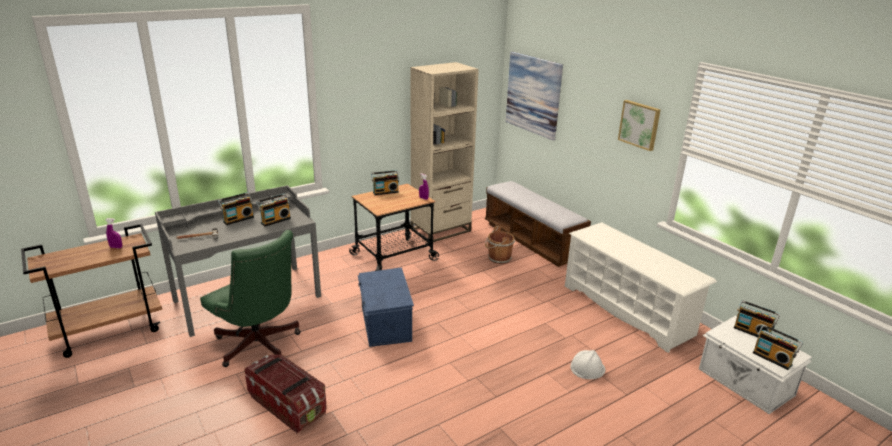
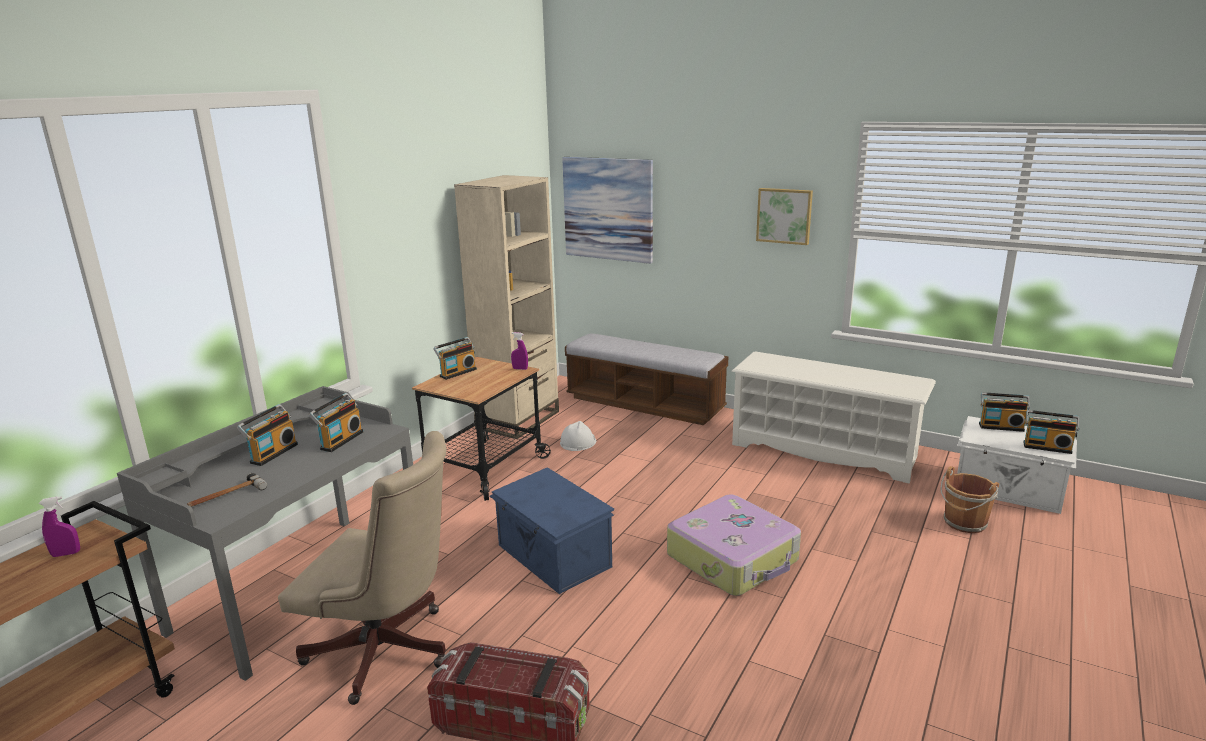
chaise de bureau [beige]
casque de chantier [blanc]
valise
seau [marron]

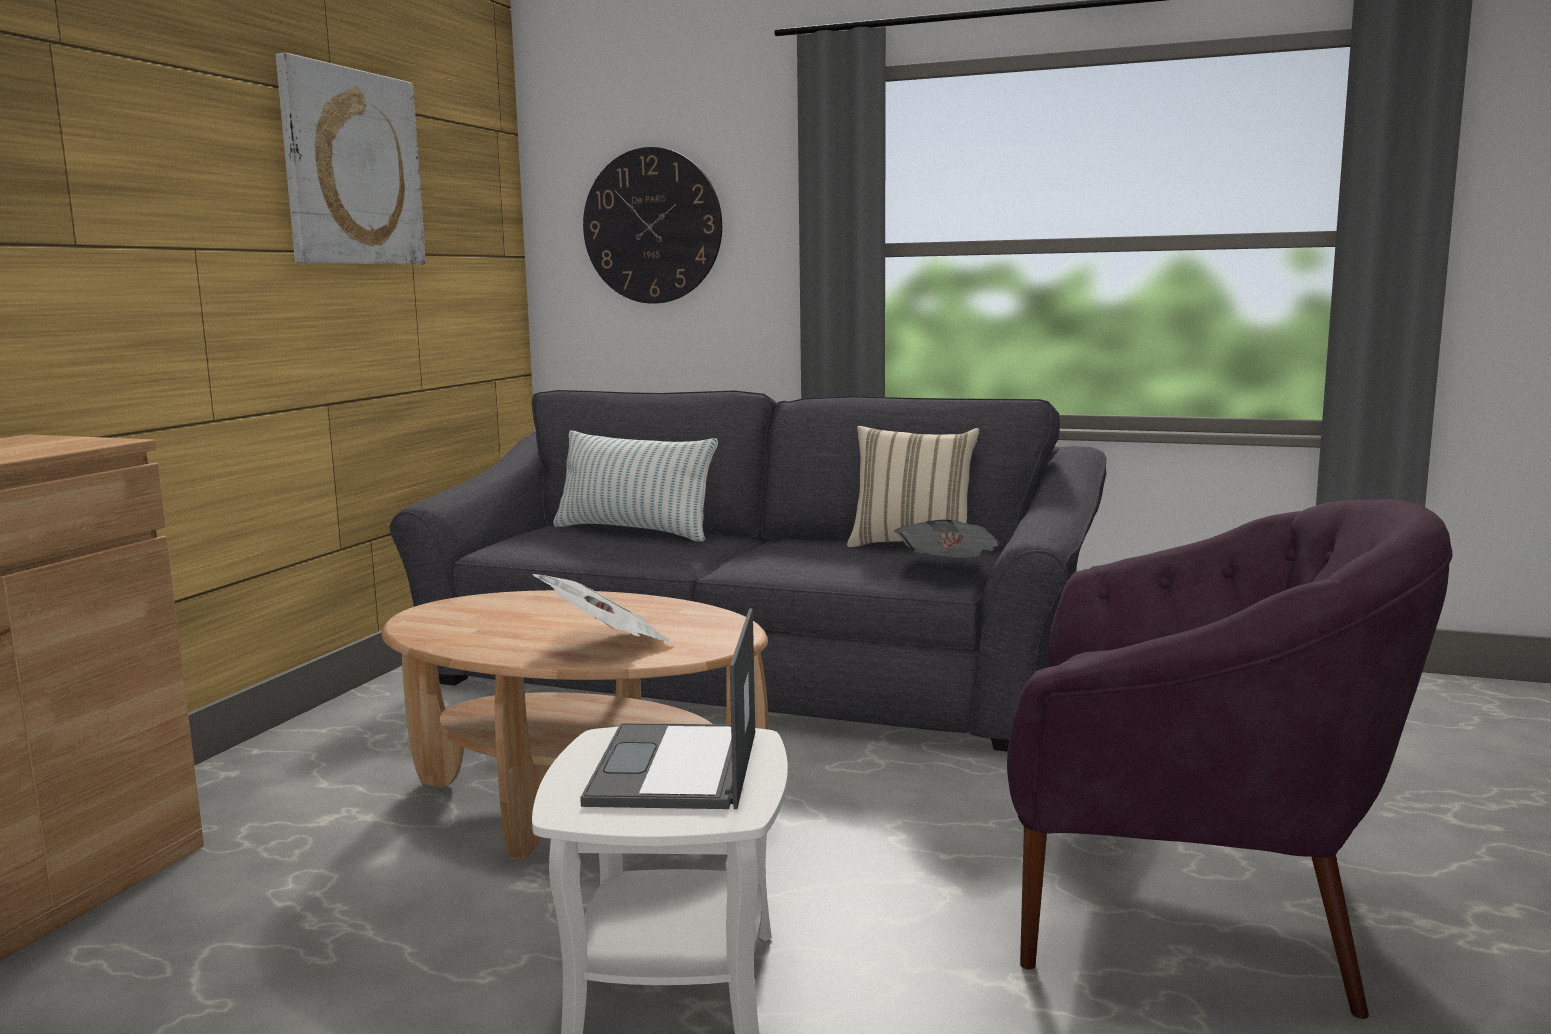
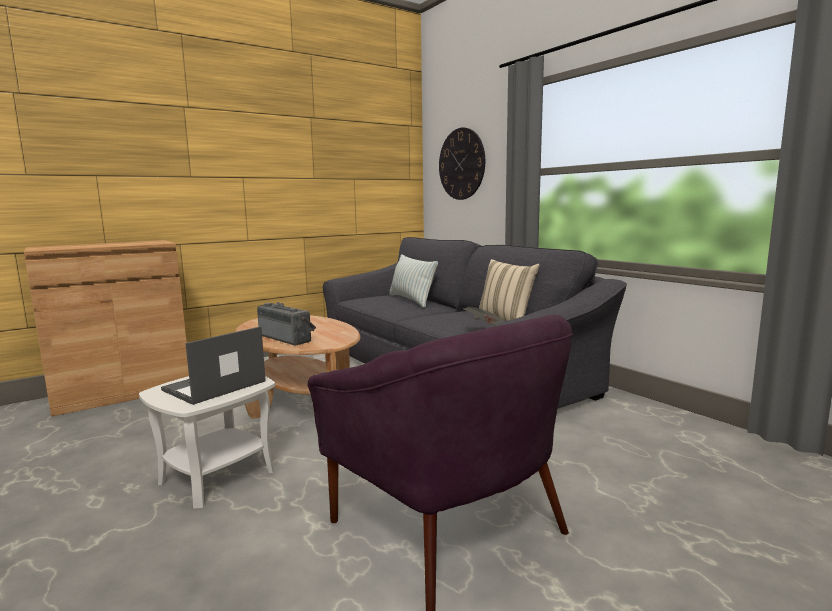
radio
tableau

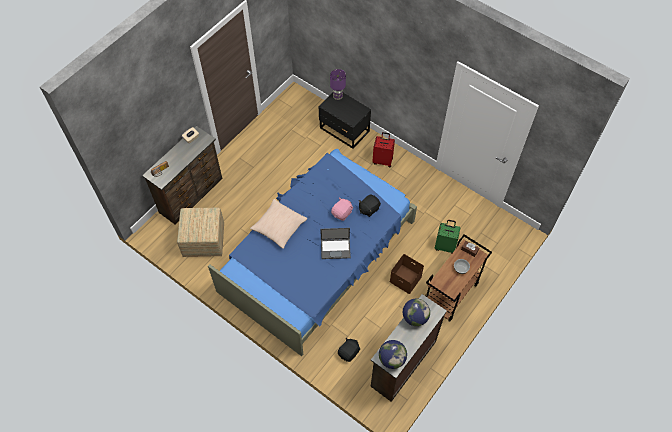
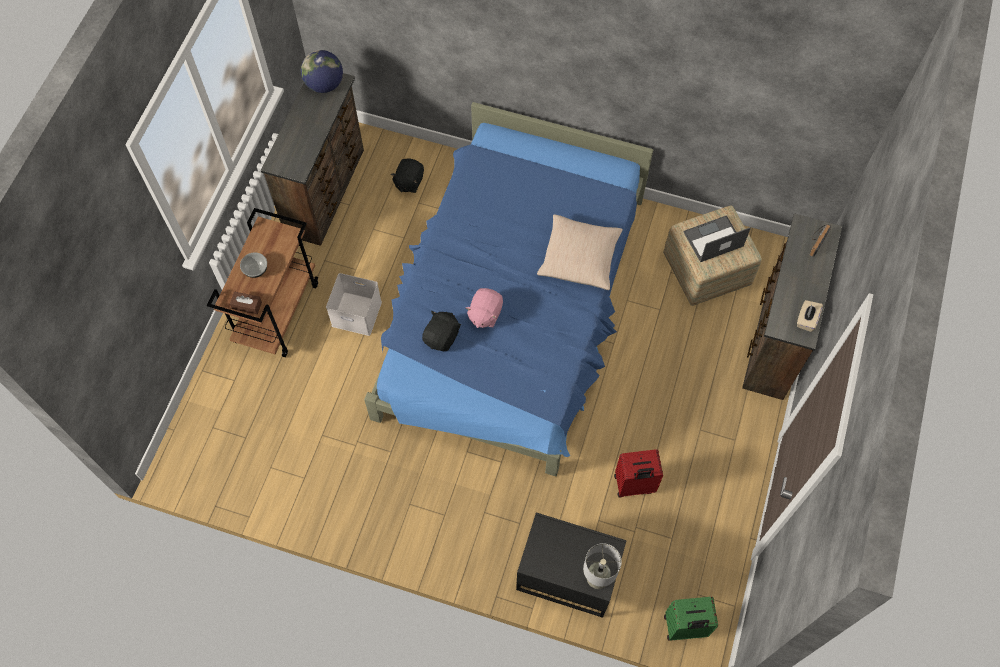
boîte de rangement [blanc]
lampe de table [gris]
valise [rouge]
valise [vert]
ordinateur portable
globe (2nd from left in the first image)

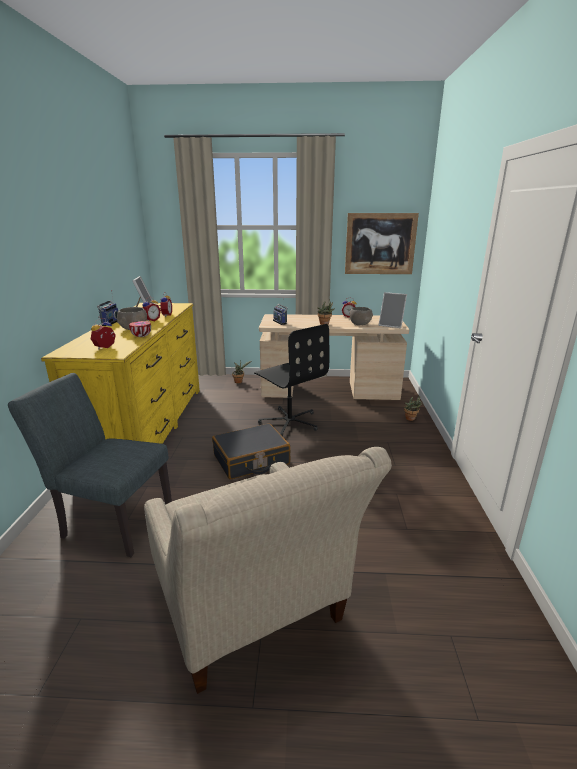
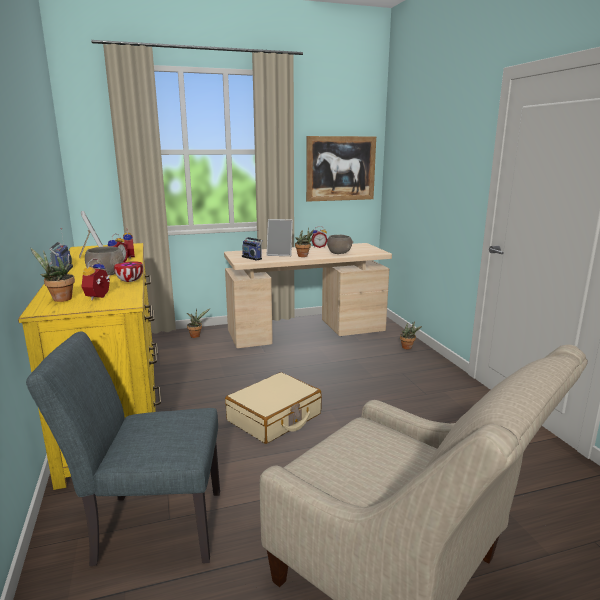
plante en pot (1st from left)
valise [beige]
cadre photo (2nd from left)
chaise de bureau [noir]

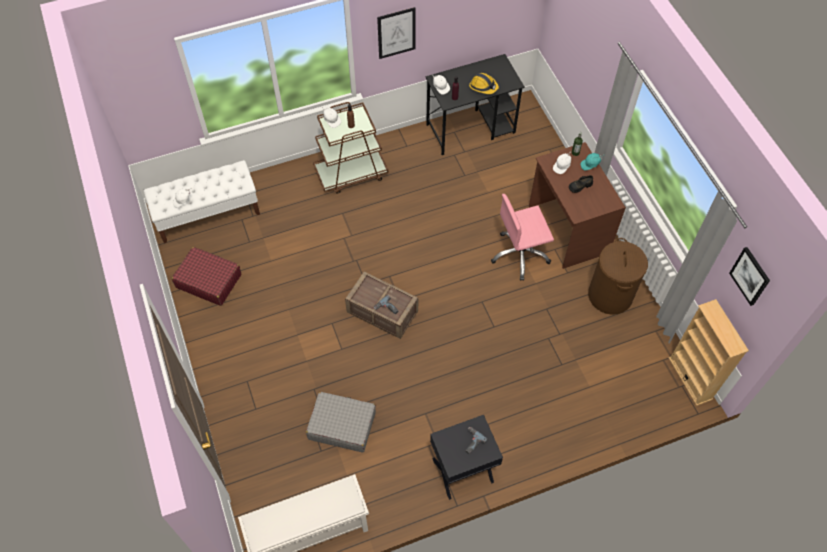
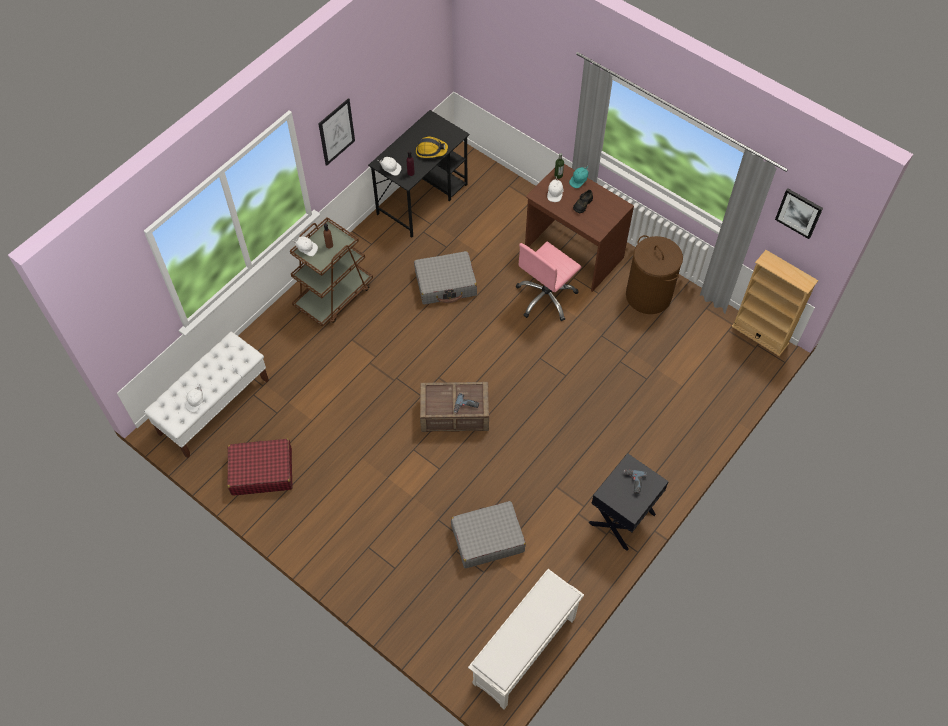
valise [gris] (1st from left)

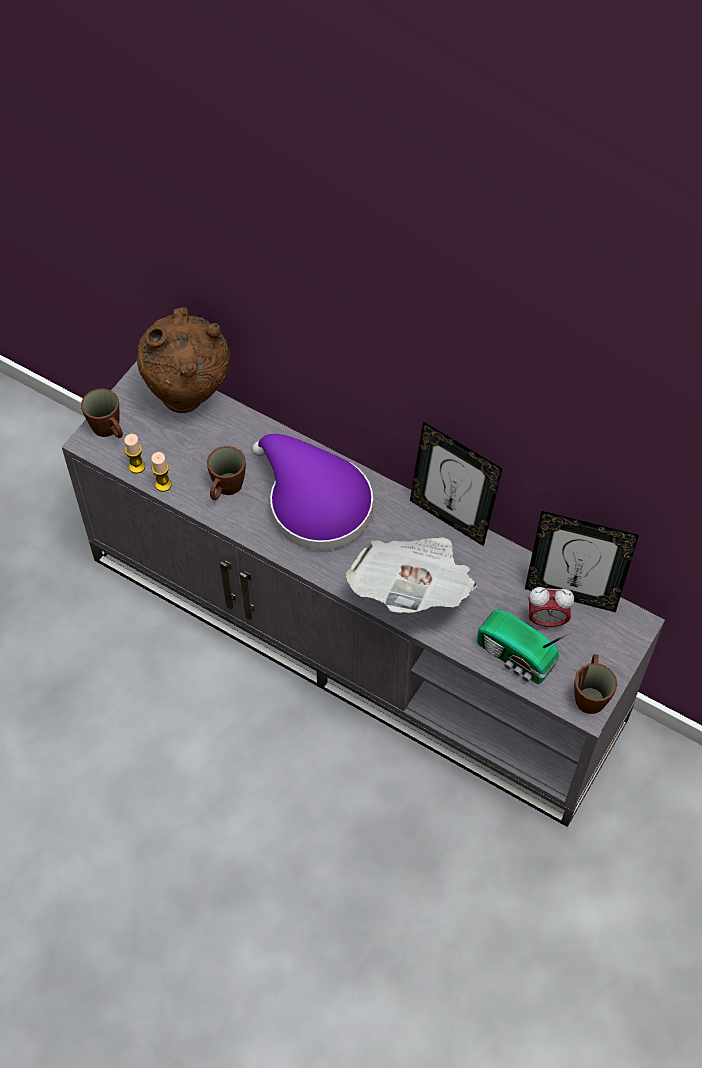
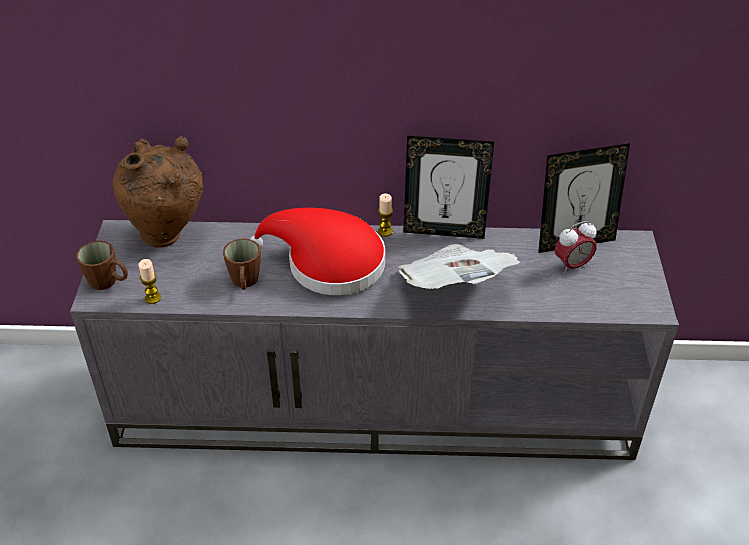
chapeau [rouge]
bougie (2nd from left)
radio
mug [marron] (3rd from left in the first image)

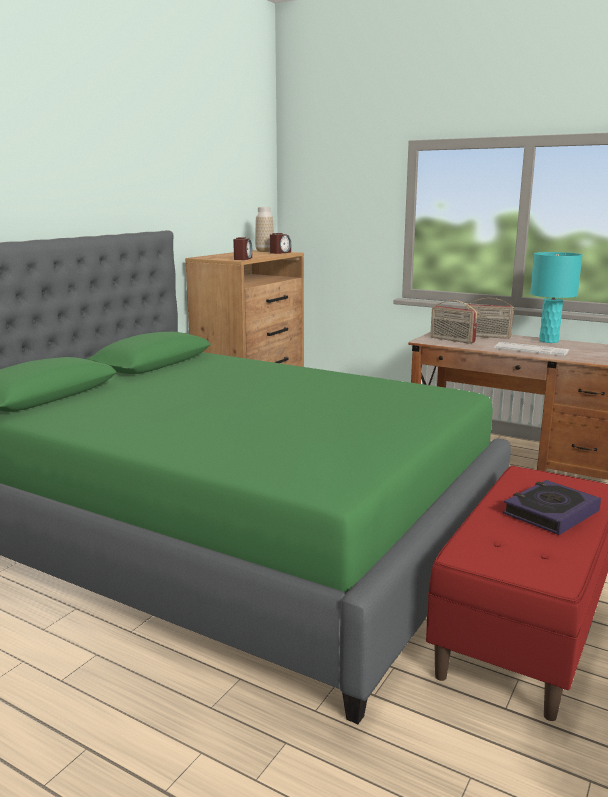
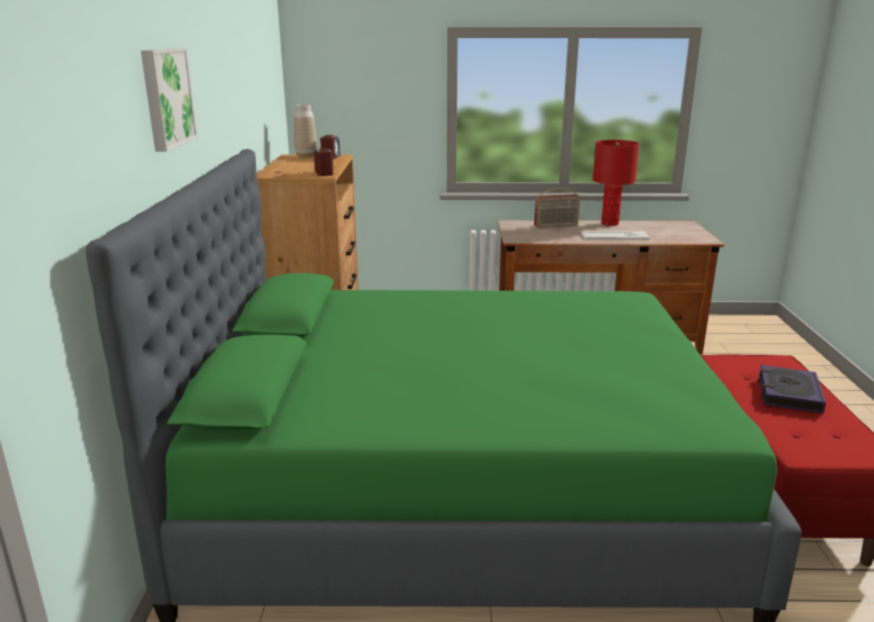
tableau
lampe de table [rouge]
radio (1st from left in the first image)

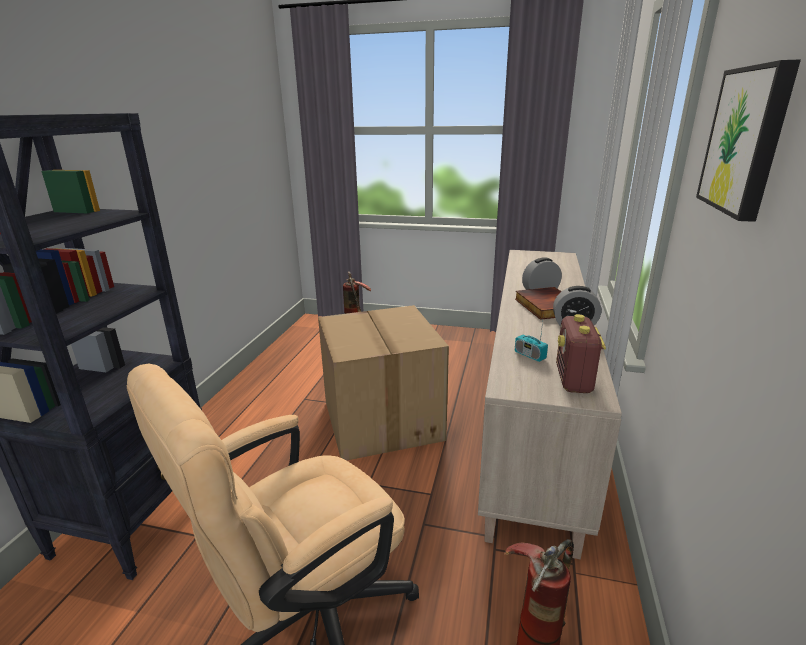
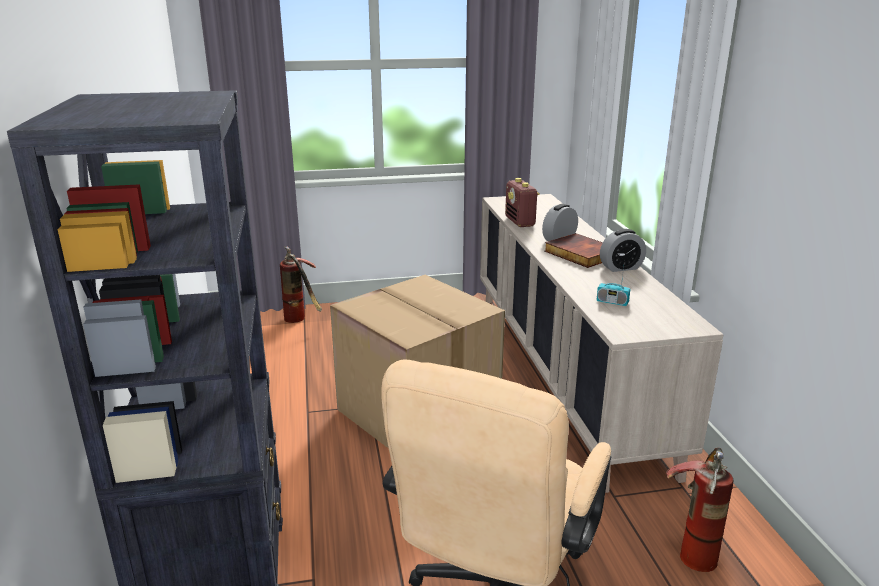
radio (1st from left)
tableau

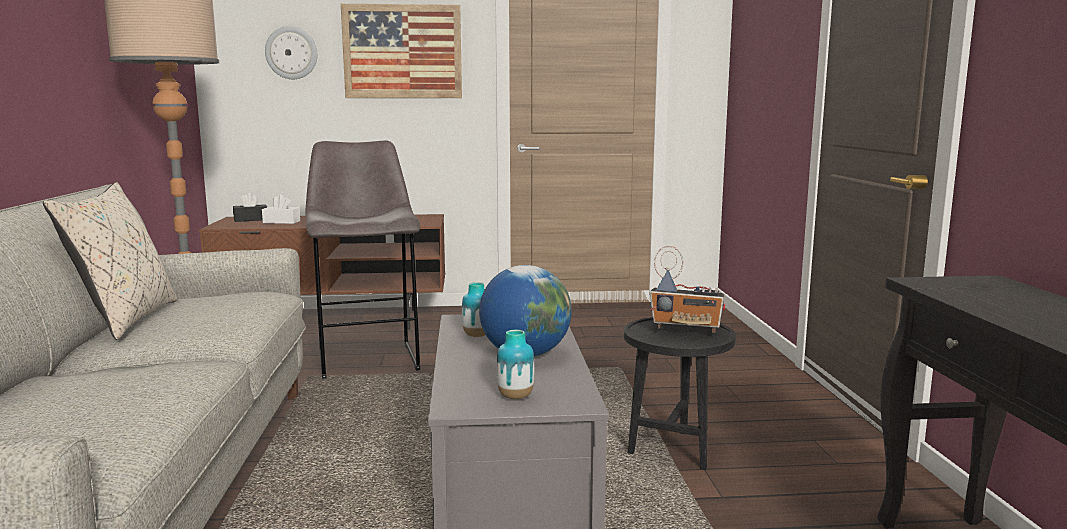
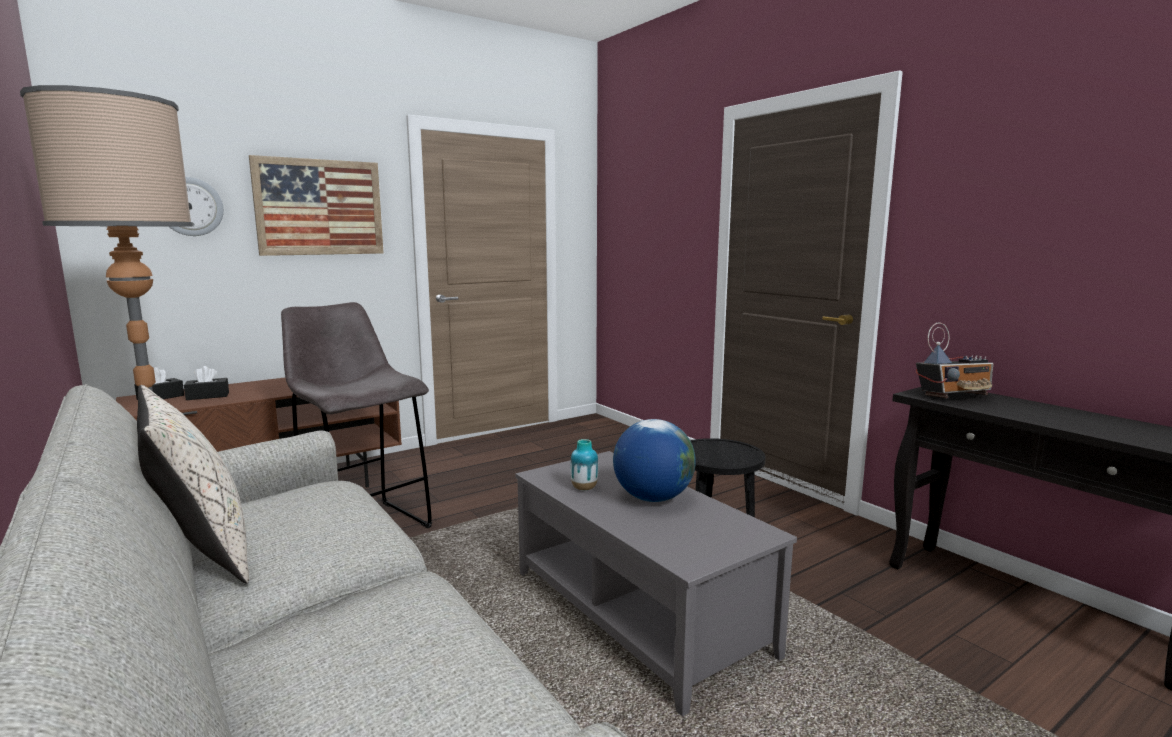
boîte à mouchoirs [noir] (2nd from left)
radio
vase (2nd from left in the first image)

